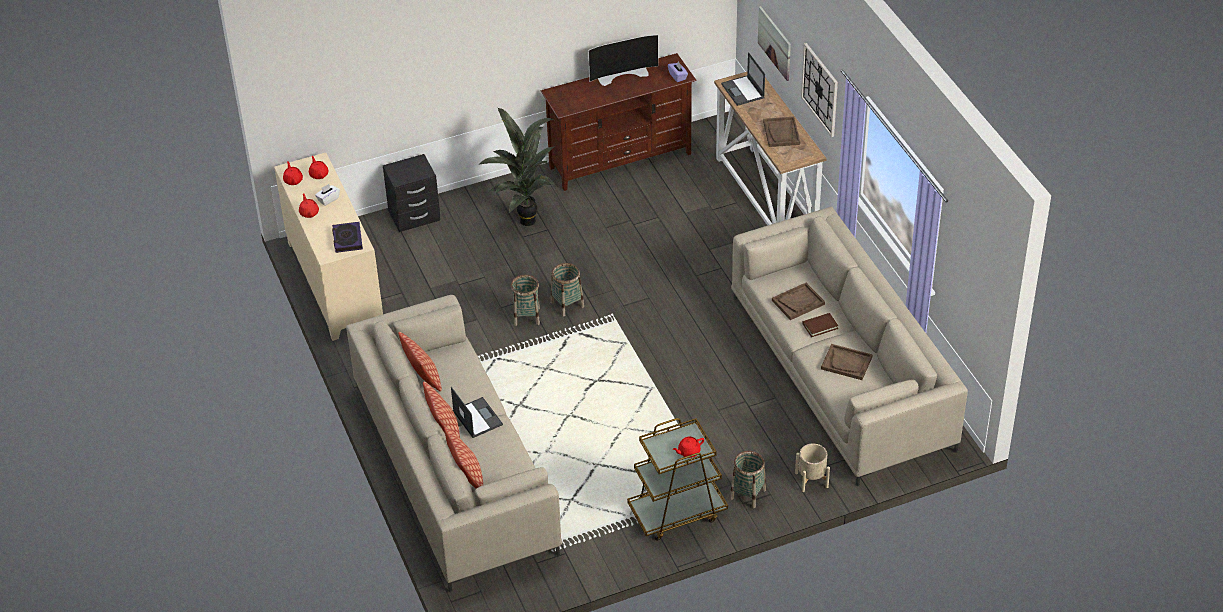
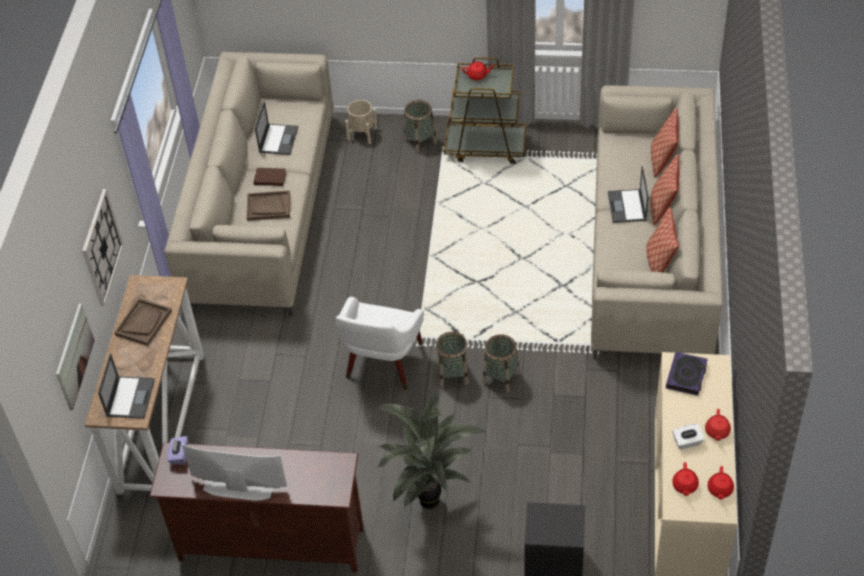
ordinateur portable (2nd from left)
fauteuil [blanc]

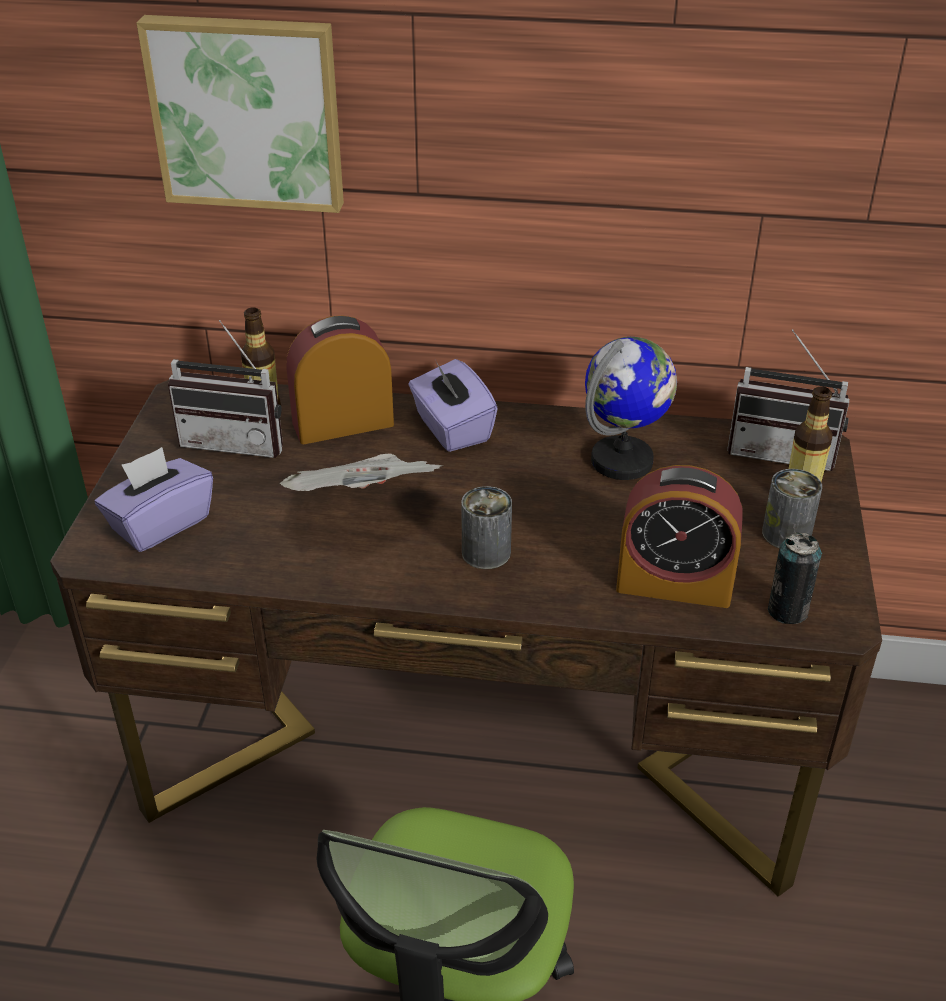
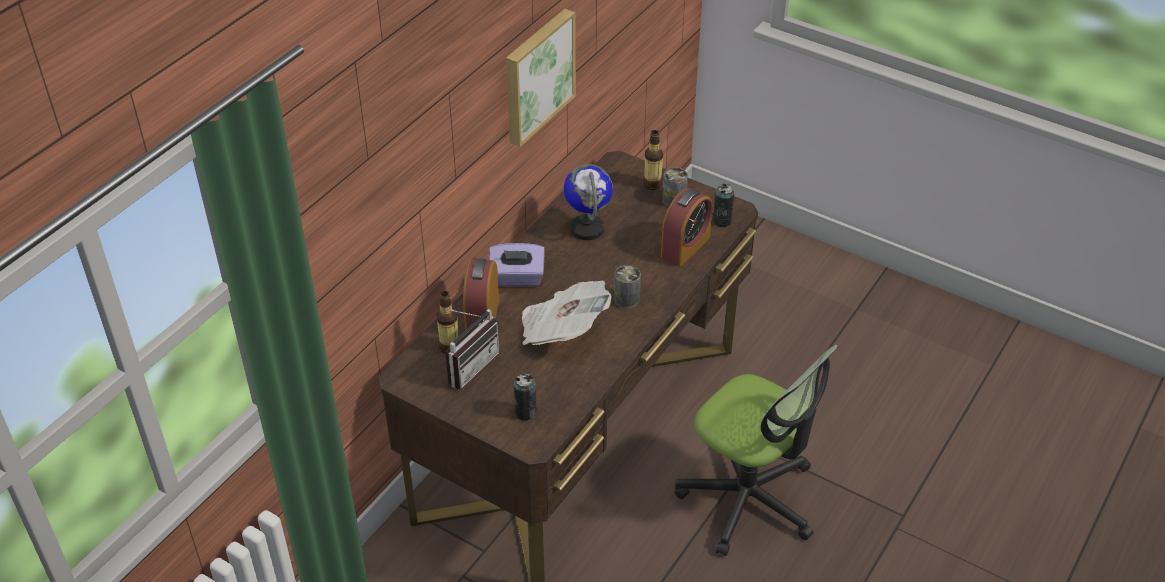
tableau
boîte métallique (1st from left)
radio (2nd from left in the first image)

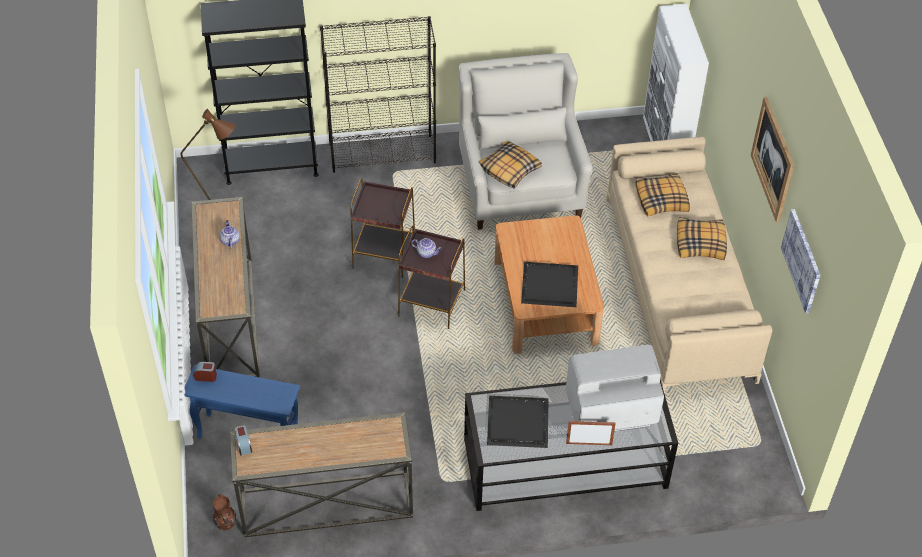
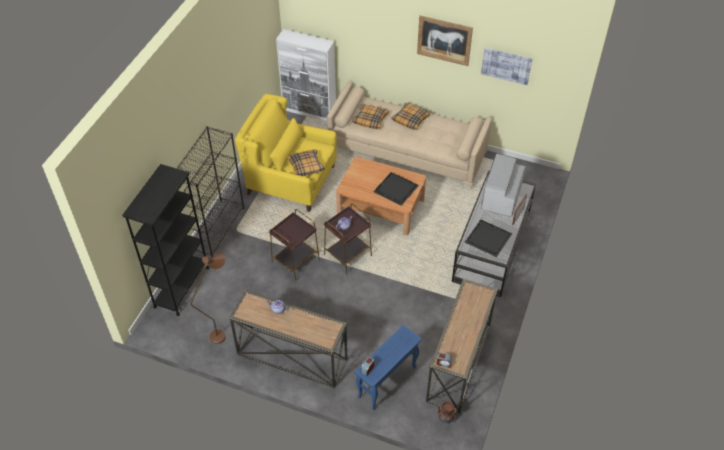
fauteuil [jaune]

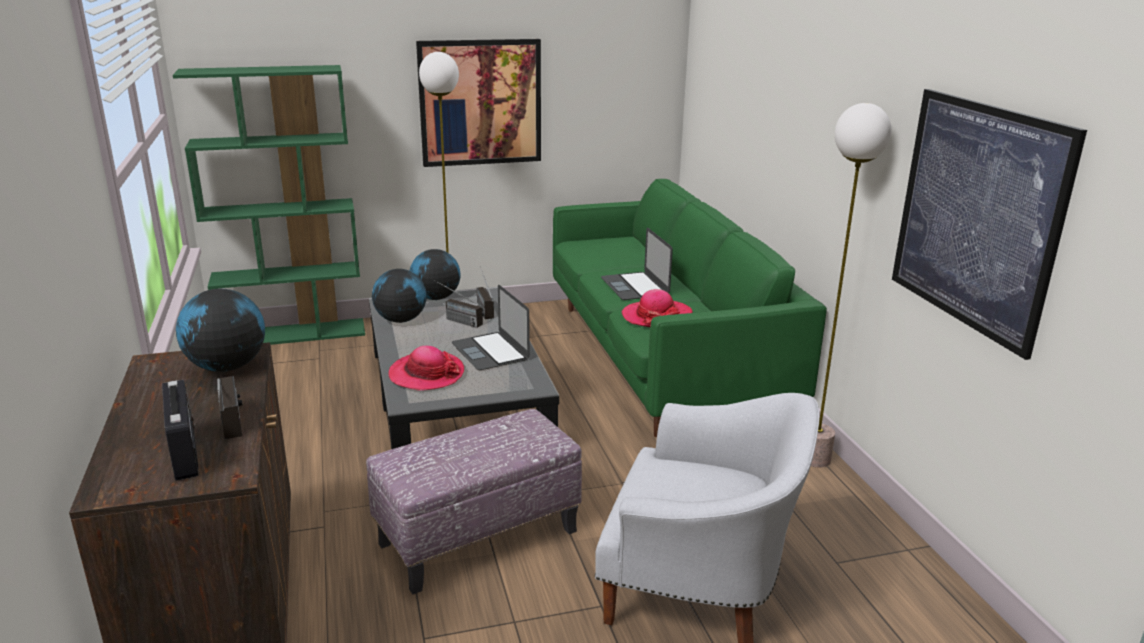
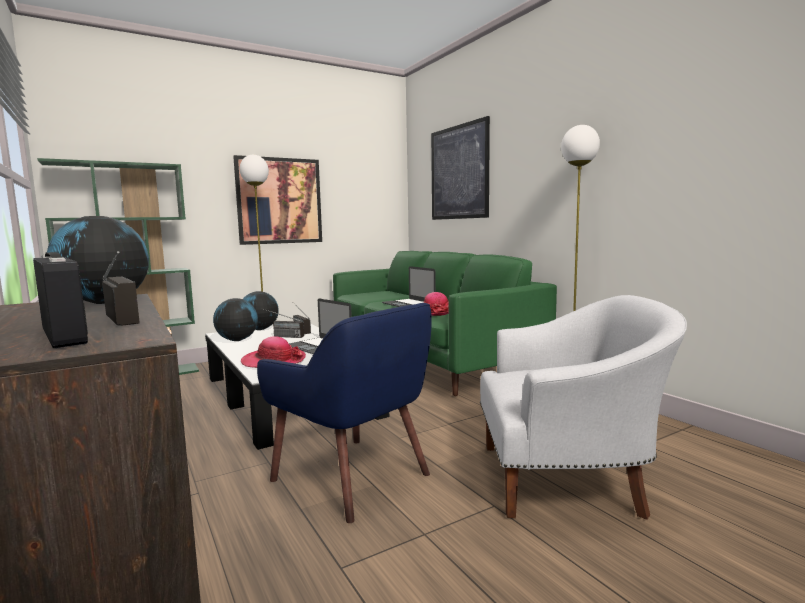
fauteuil [bleu]
tableau (2nd from left)

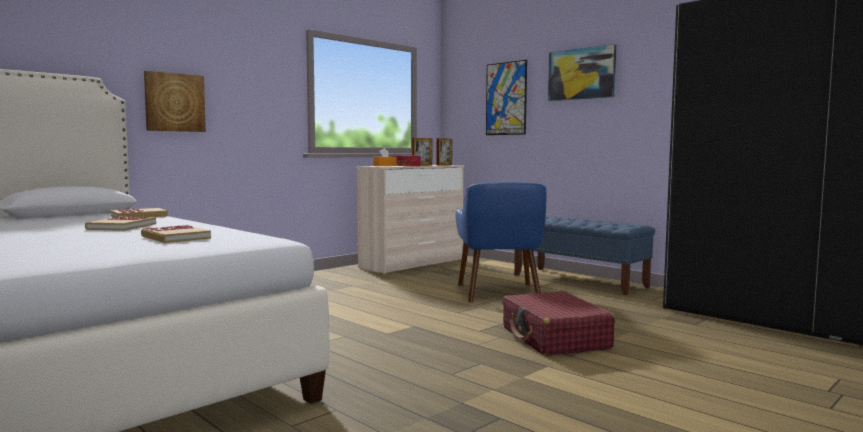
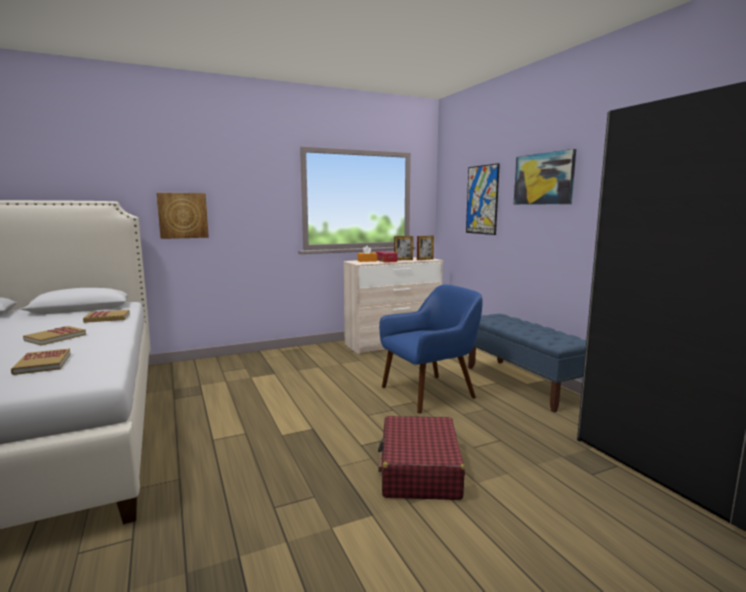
fauteuil [bleu]

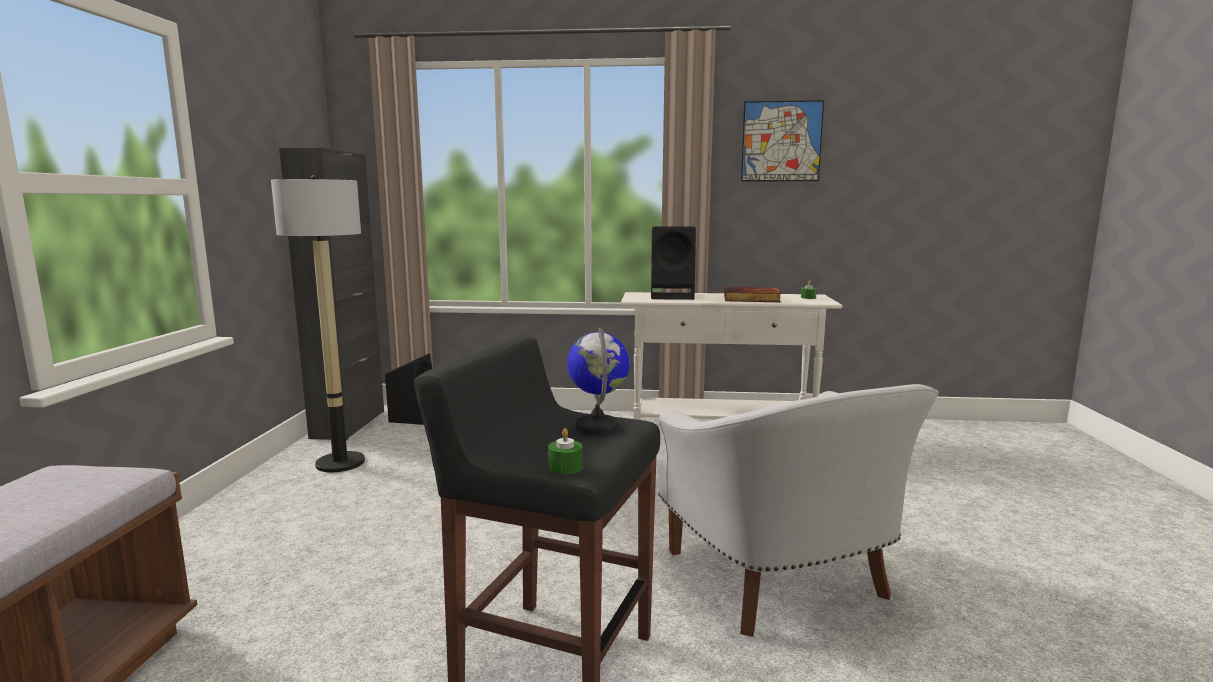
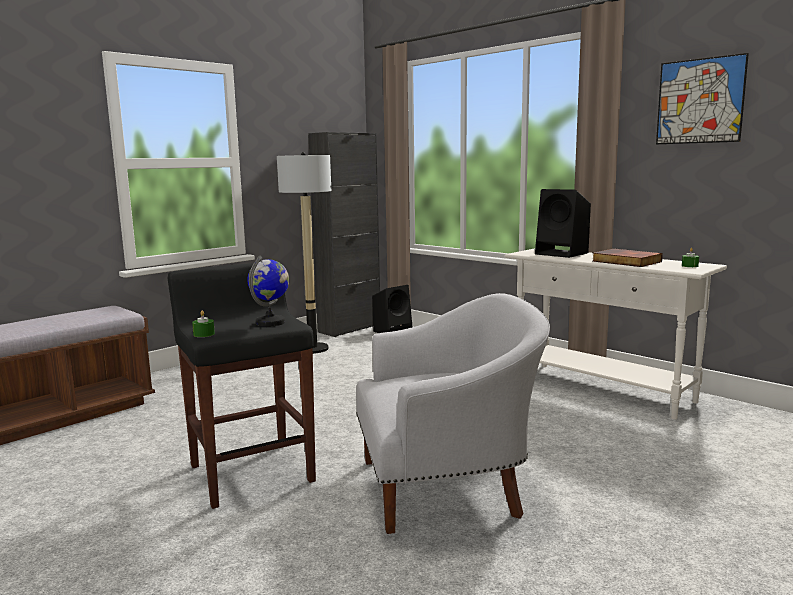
fauteuil [blanc]

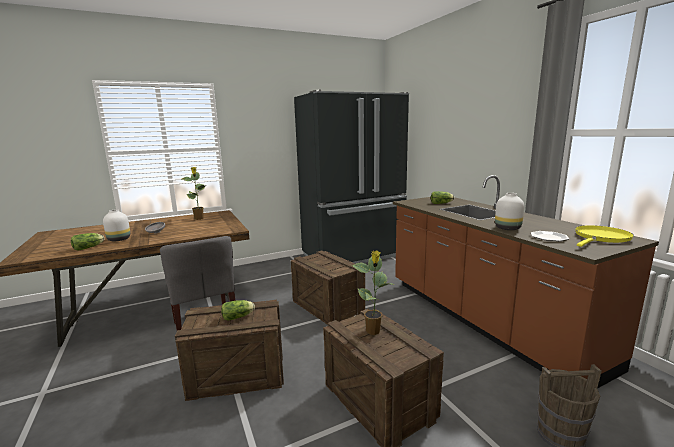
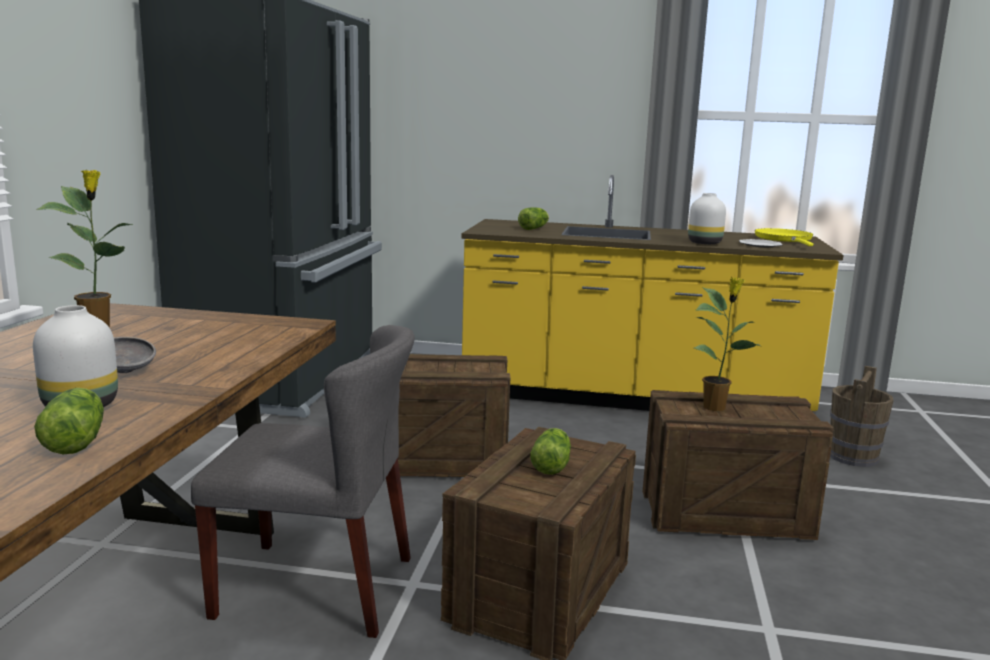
comptoir de cuisine [jaune]

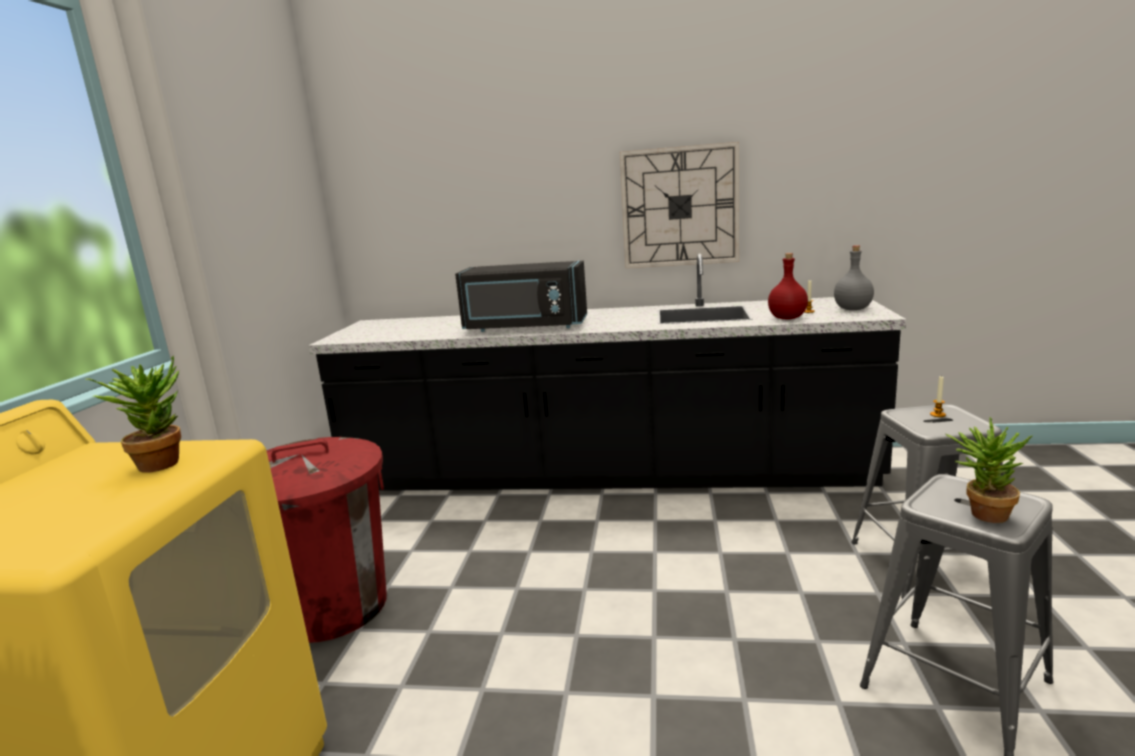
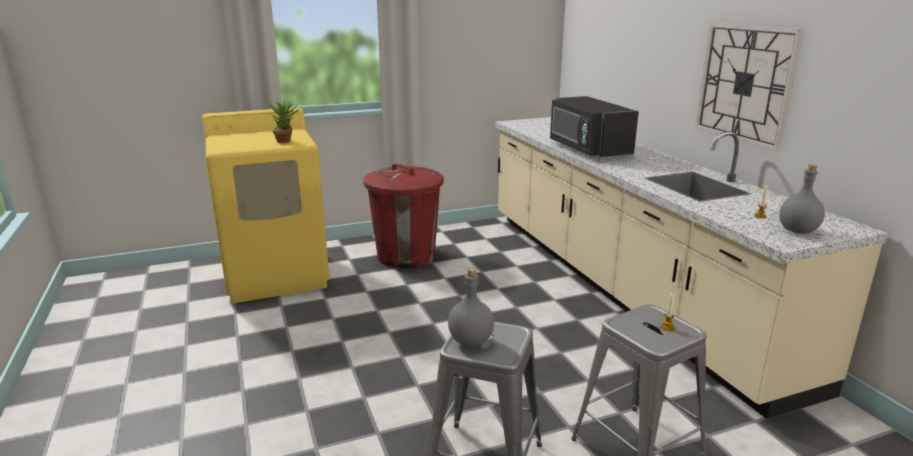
bouteille [gris] (1st from left)
comptoir de cuisine [beige]
bouteille [rouge]

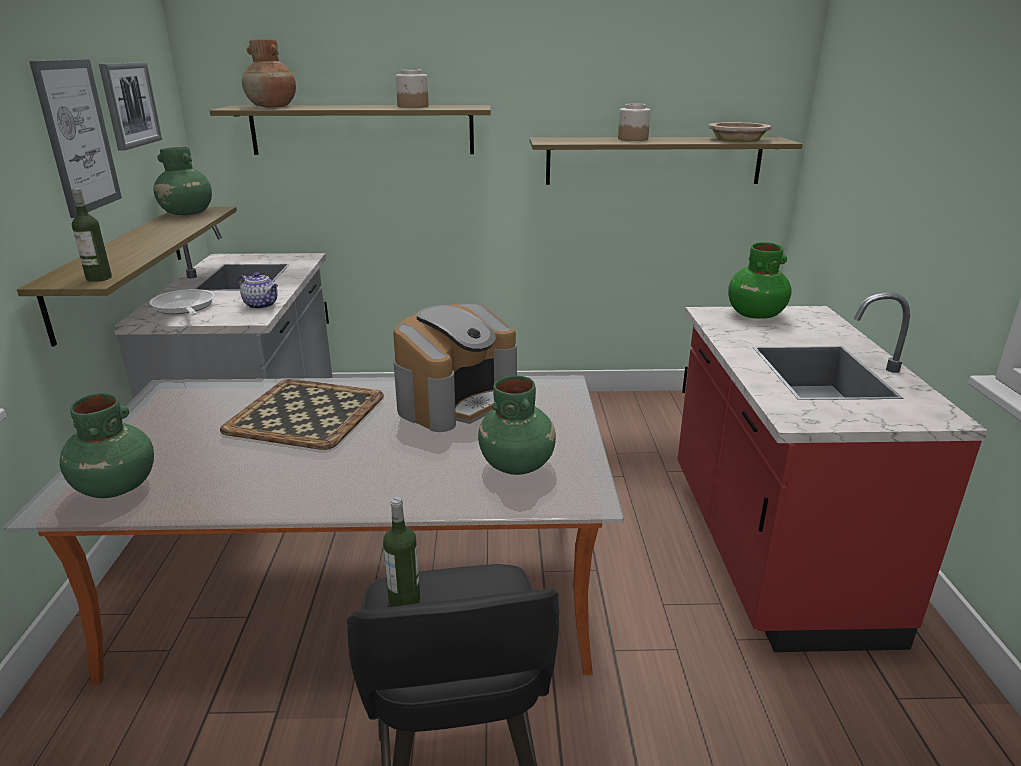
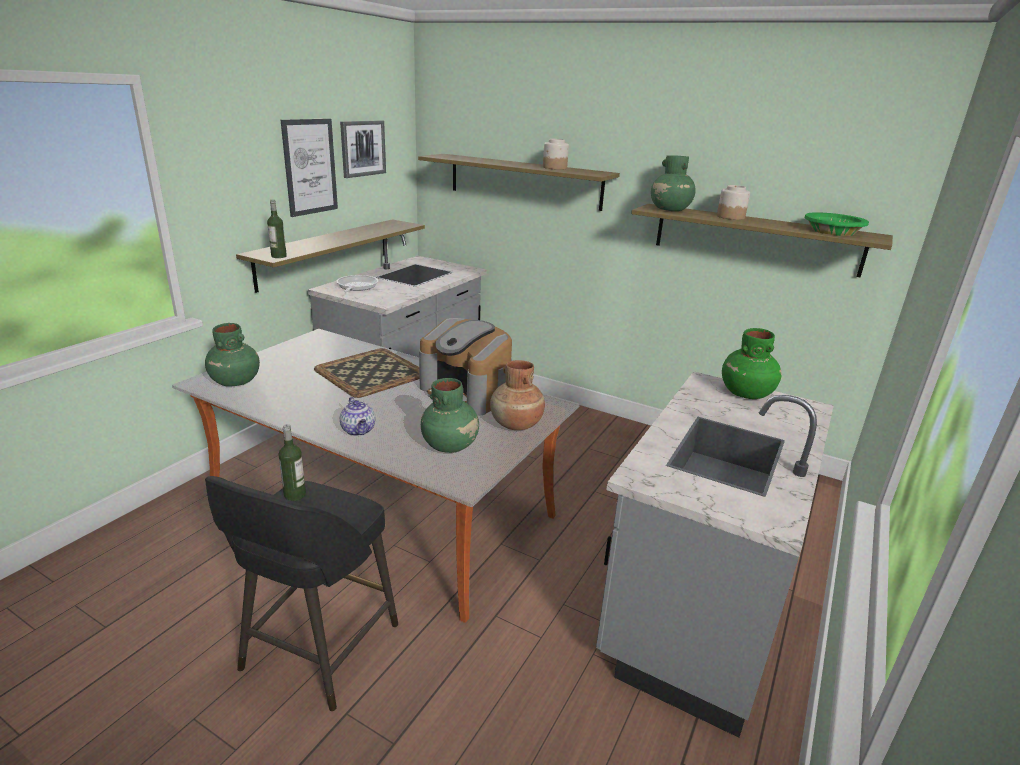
théière
machine à café
vase [marron]
comptoir de cuisine [gris] (2nd from left)
vase [vert] (3rd from left)
bol [vert]

